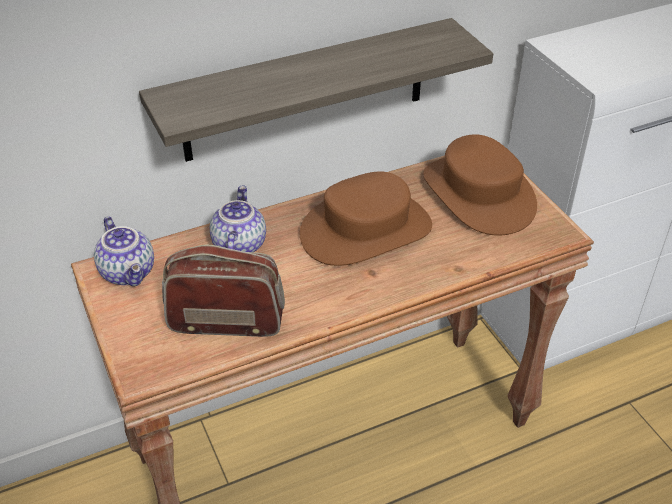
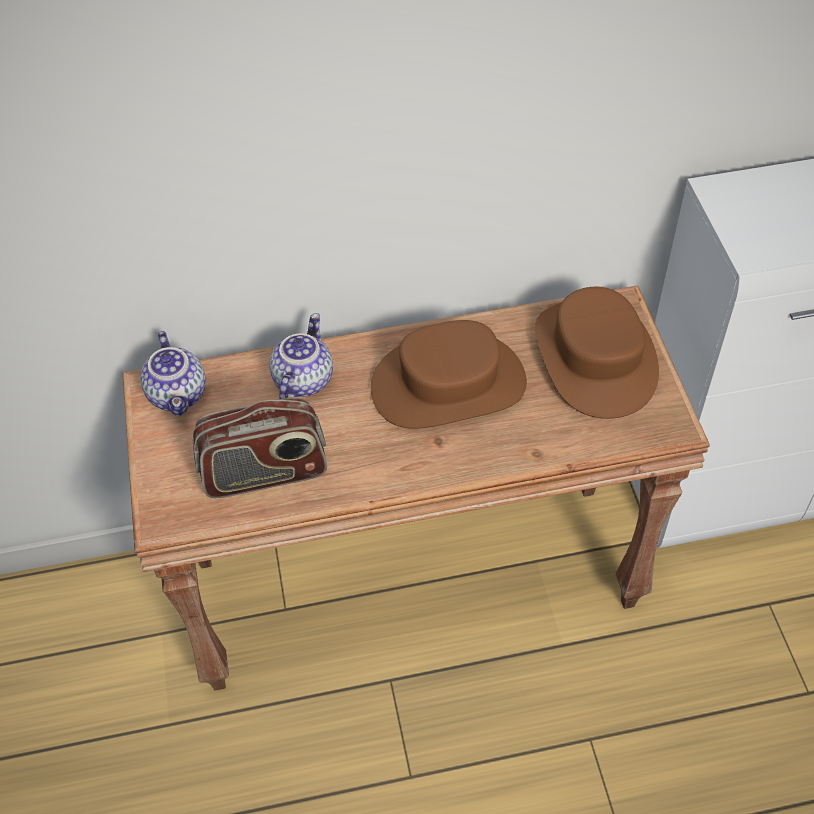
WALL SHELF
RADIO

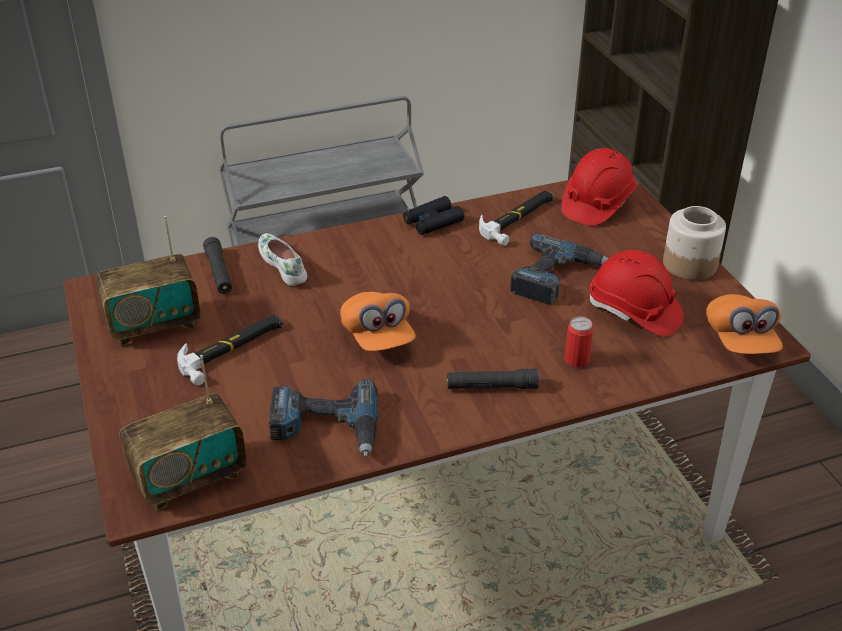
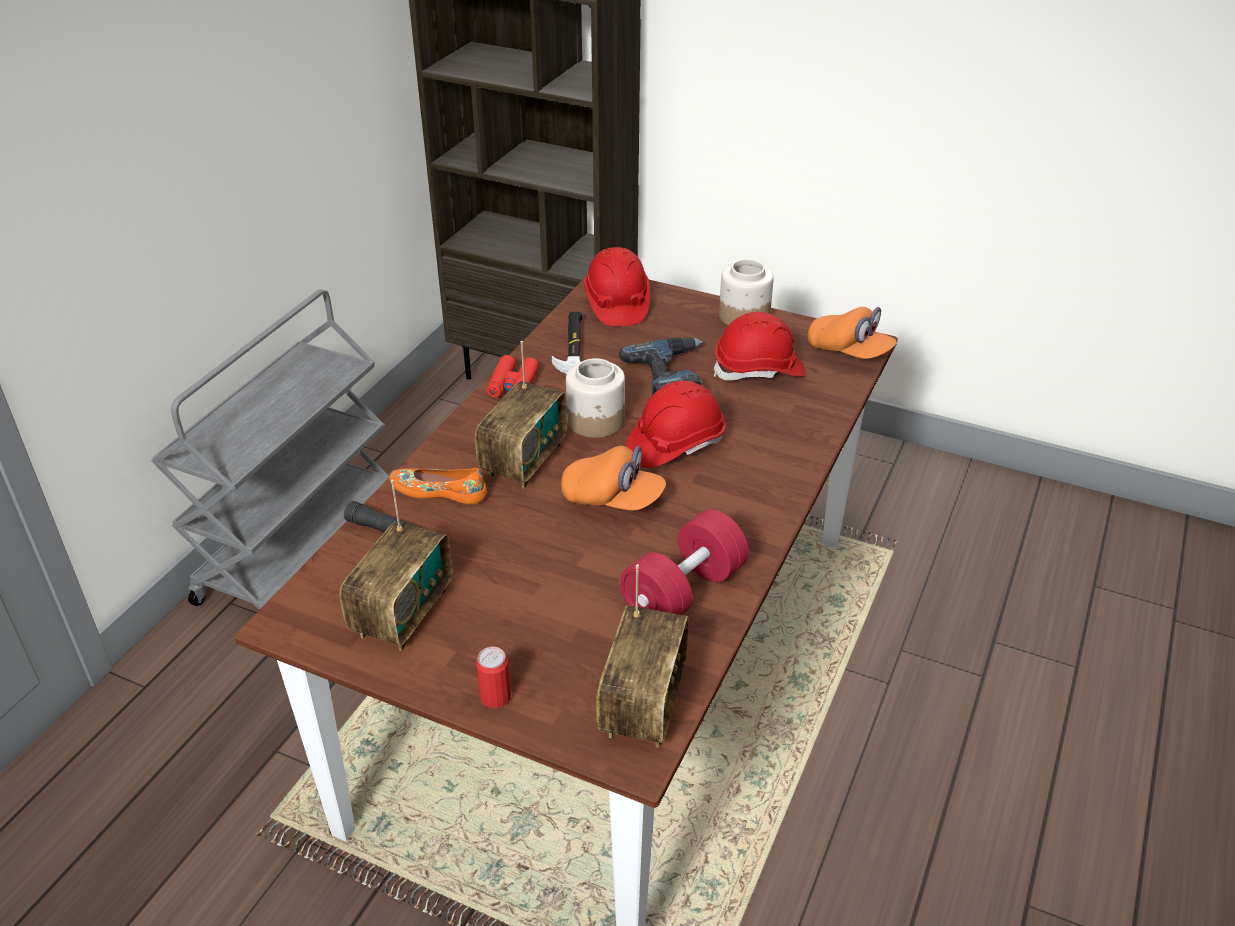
RED-COLOURED FIELD GLASSES
ORANGEY LOW SHOE
TOOL HAMMER (1st from left in the first image)
SEALED CAN
BLACKISH HAND TORCH (2nd from left in the first image)
RED-COLOURED HAND WEIGHT
RADIO (2nd from left)
JAR (1st from left)
RED-COLOURED WORK HELMET (2nd from left)

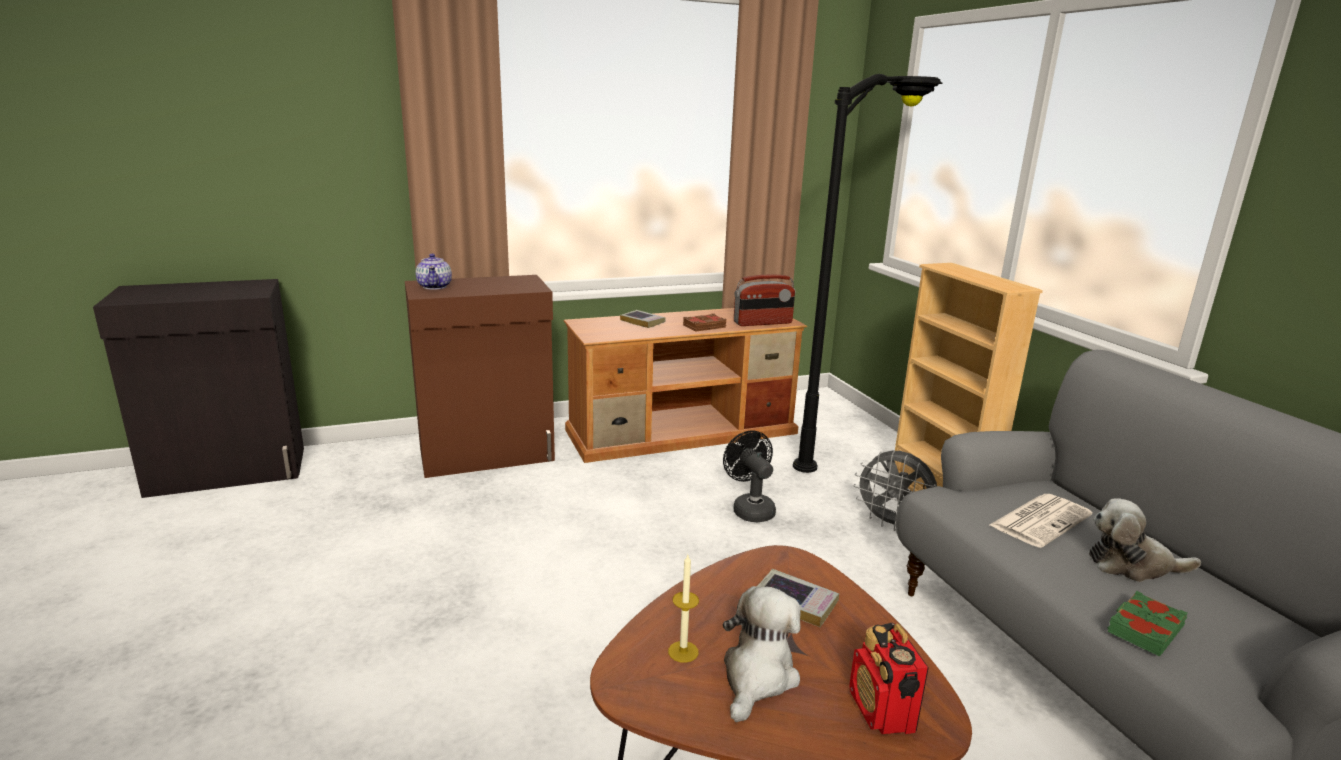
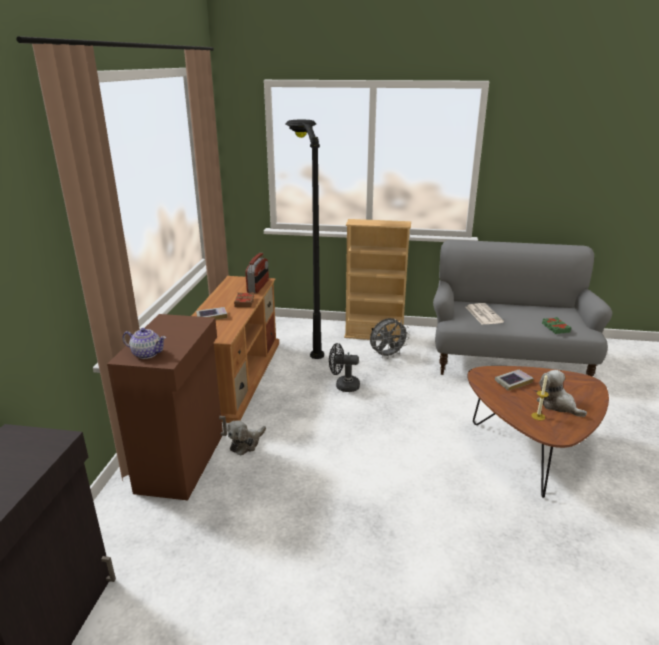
CUDDLY TOY (1st from left)
RADIO (2nd from left in the first image)

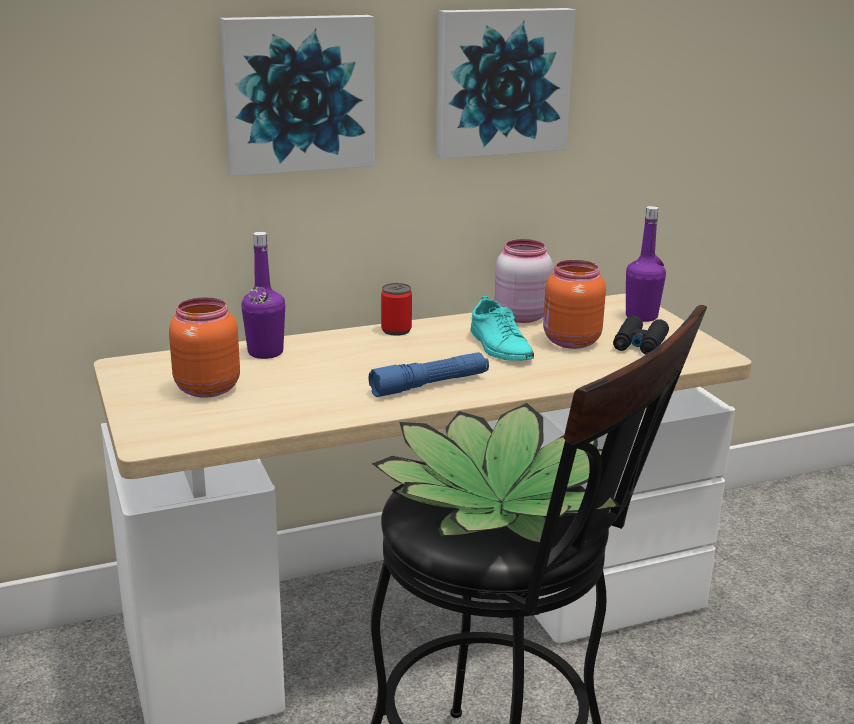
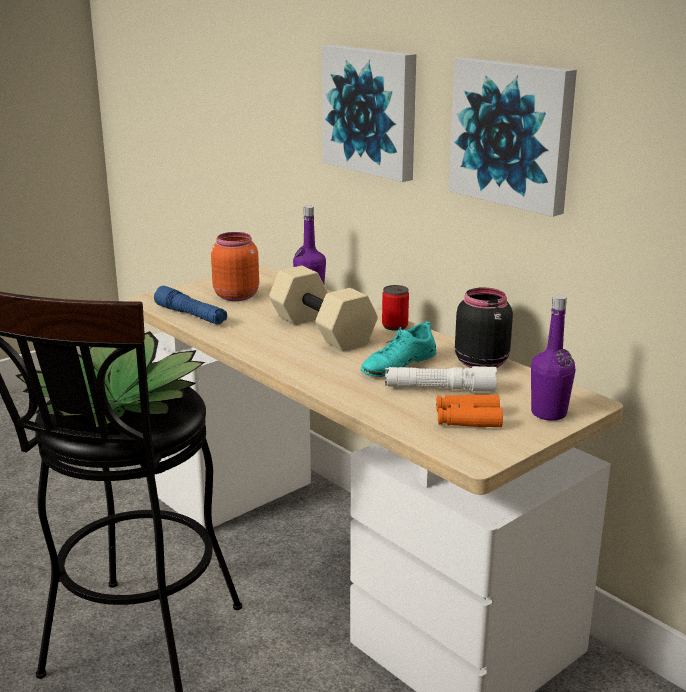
BLACKISH JAR
WHITISH HAND TORCH
ORANGEY FIELD GLASSES
BLUISH HAND TORCH
BEIGE HAND WEIGHT

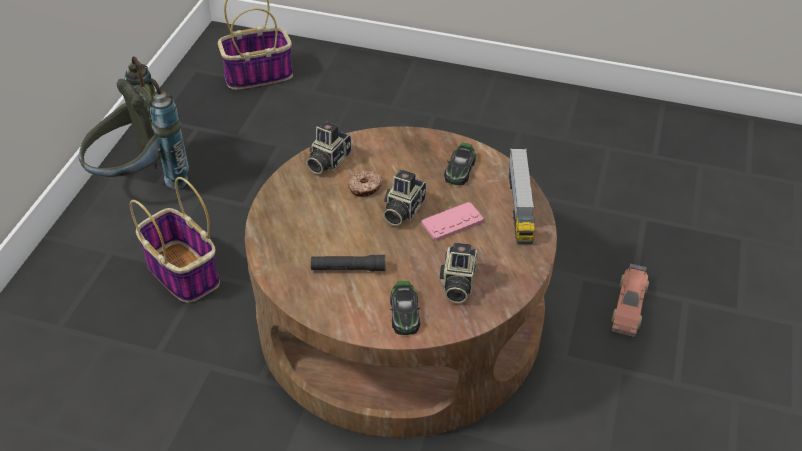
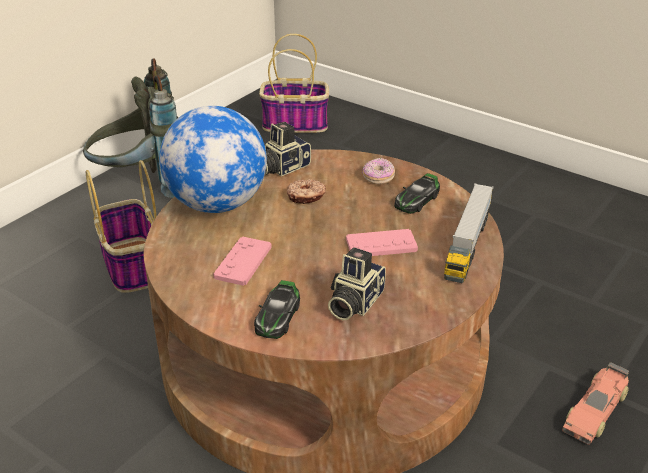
STILL CAMERA (2nd from left in the first image)
PINK GAME CONTROLLER (1st from left)
DESK GLOBE
DONUT (2nd from left)

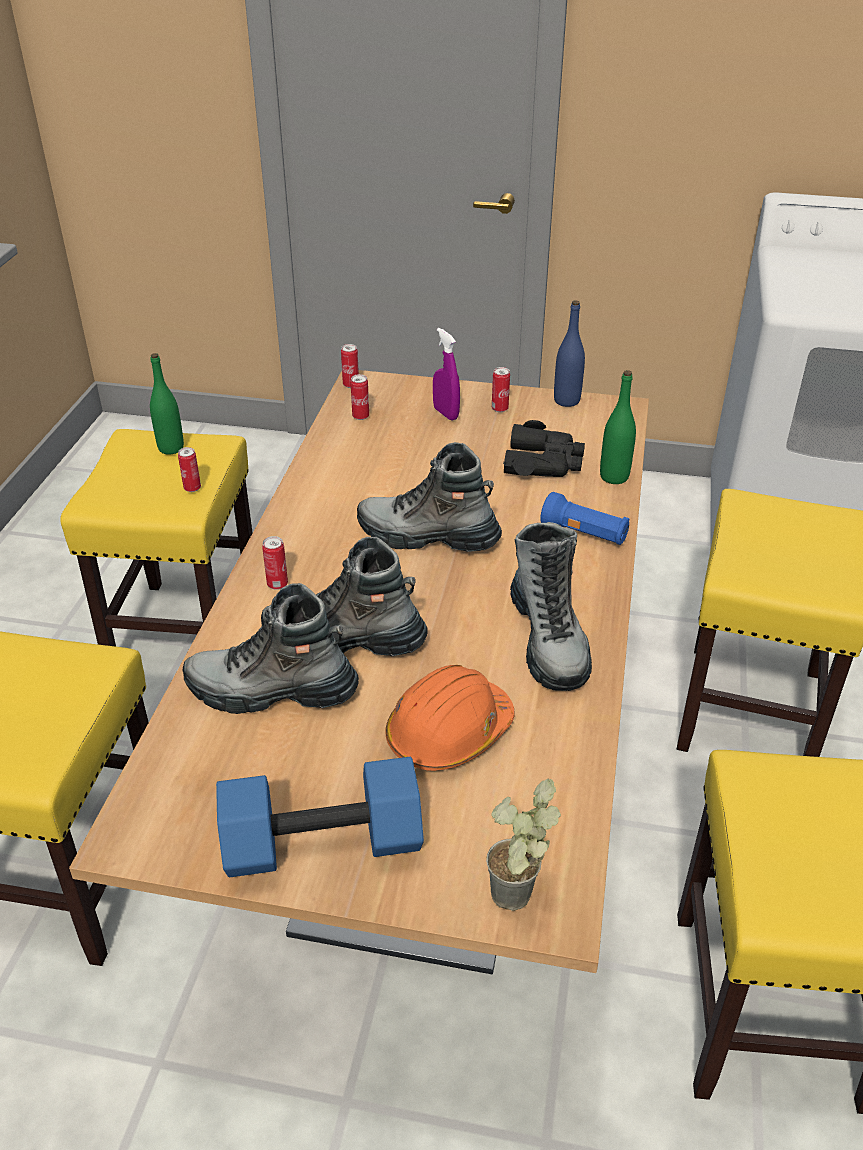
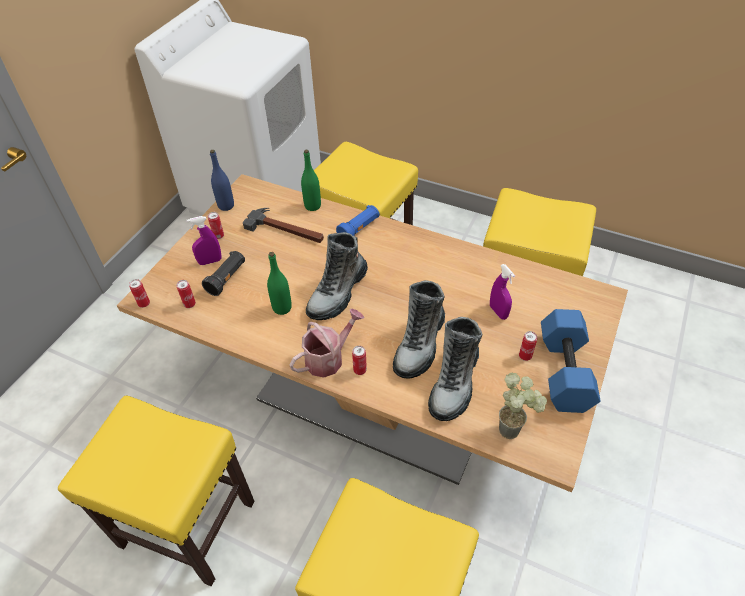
GREENISH DRINK BOTTLE (1st from left)
TOOL HAMMER
SEALED CAN (5th from left)
HIGH-TOP BOOT (4th from left in the first image)
PURPLE SPRAY BOTTLE (2nd from left)
HOUSEPLANT
BLACKISH HAND TORCH
WATERING CAN

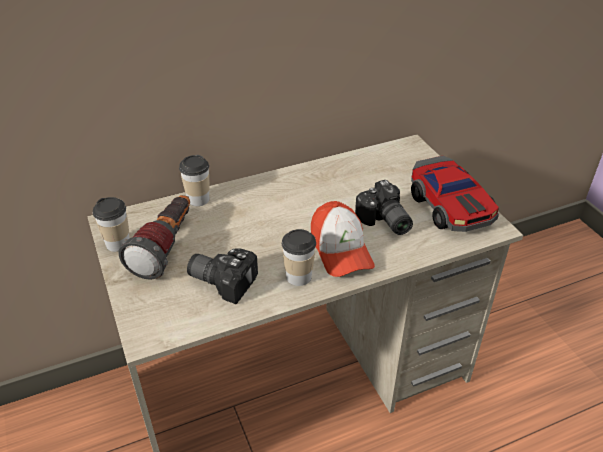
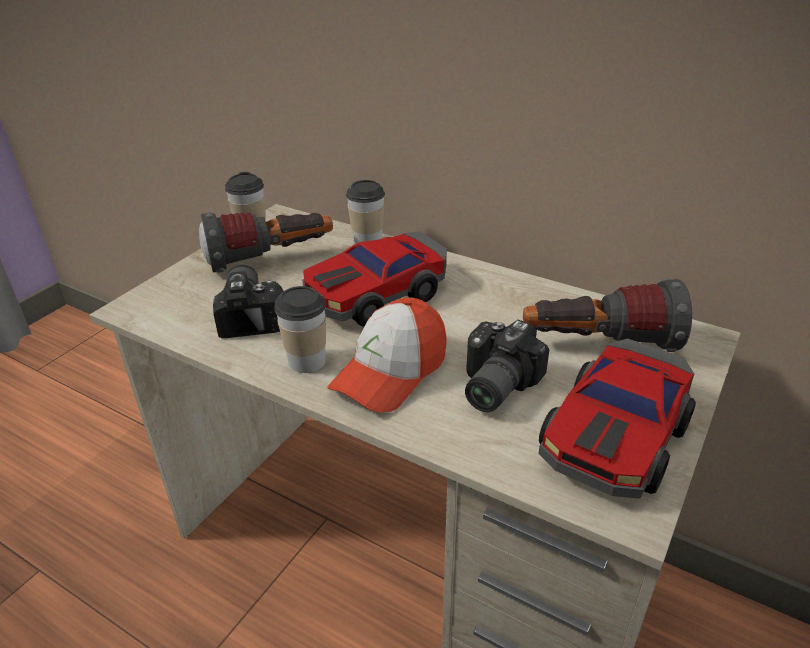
MINIATURE CAR (1st from left)
HAND TORCH (2nd from left)

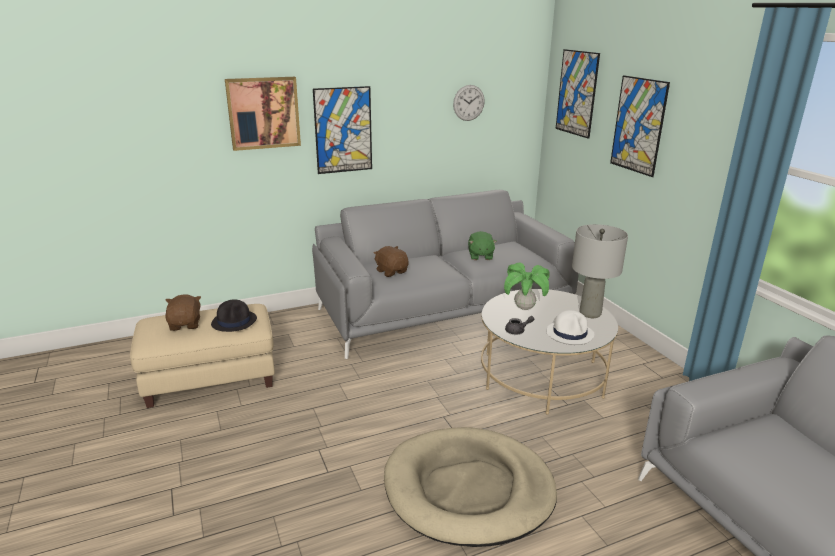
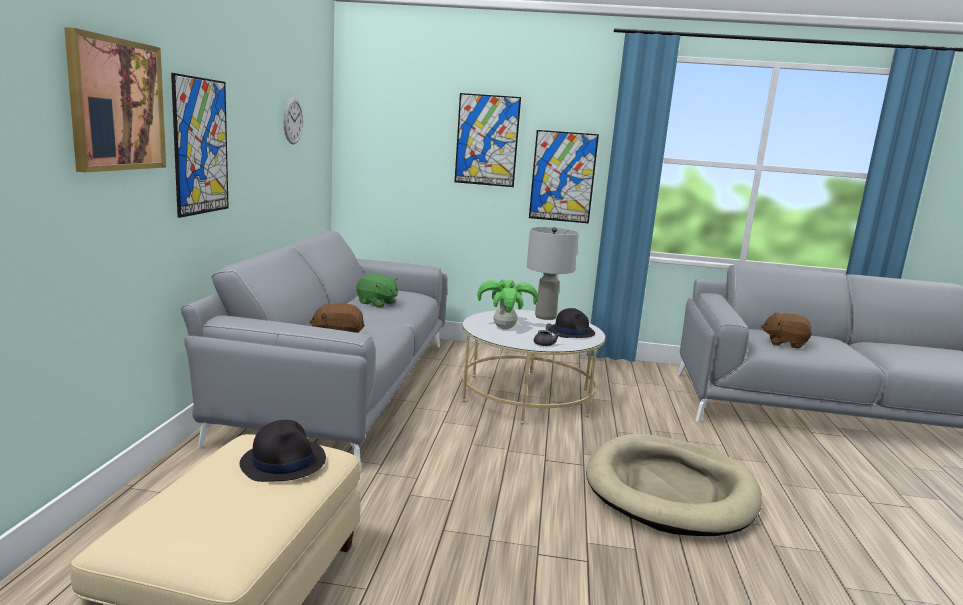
WALL ART (4th from left)
BROWN-COLOURED CUDDLY TOY (2nd from left)
BLACKISH WEARABLE HAT (2nd from left)

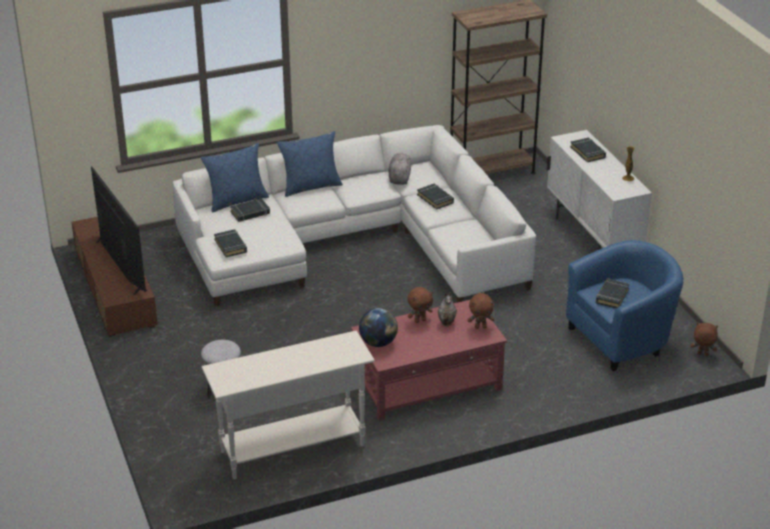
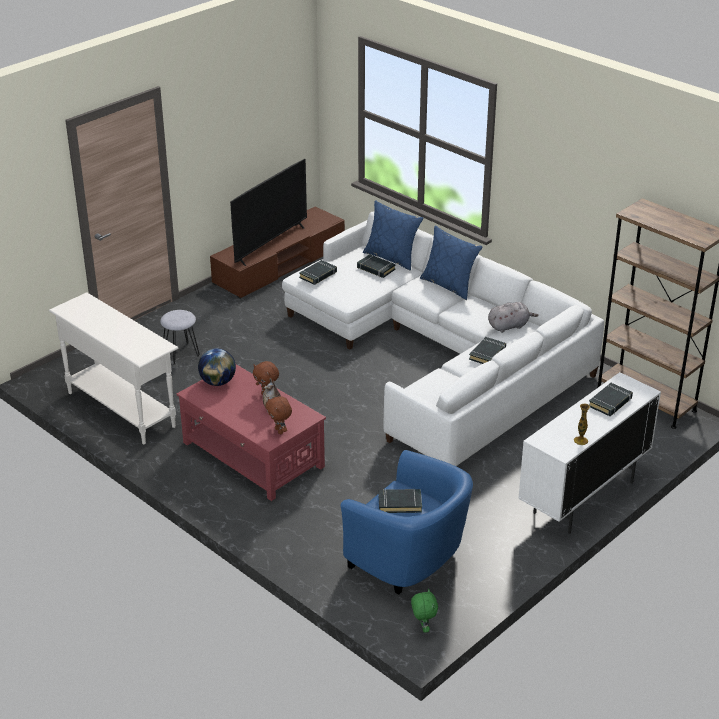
GREENISH CUDDLY TOY

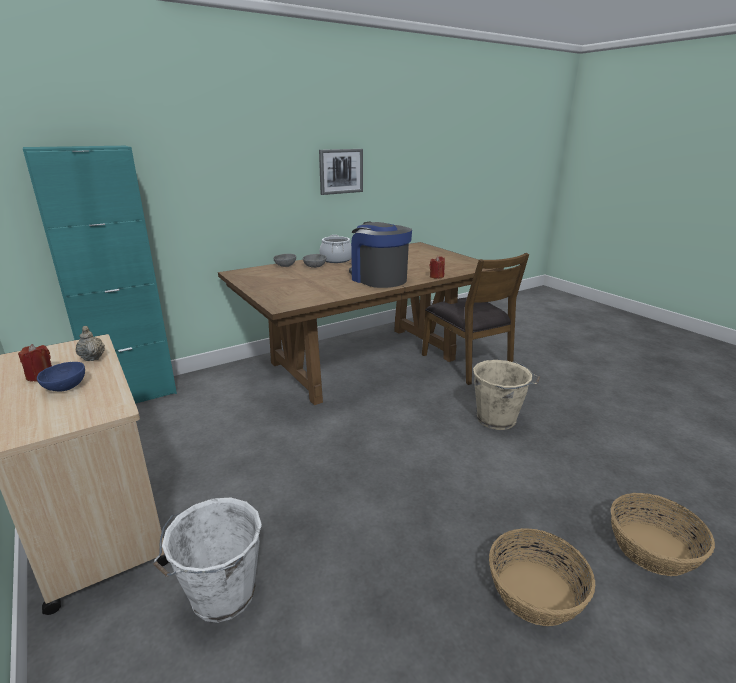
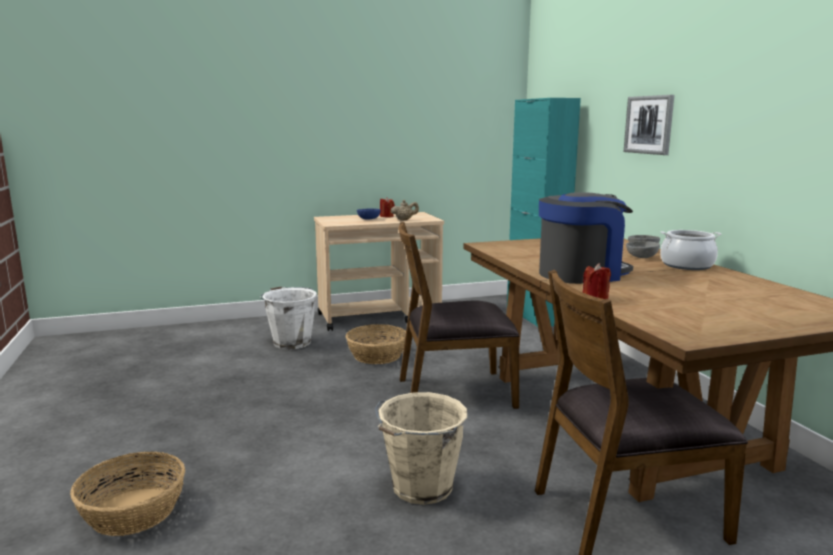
WALL ART
BASKET (2nd from left)
BROWN-COLOURED PLAIN CHAIR (1st from left)

